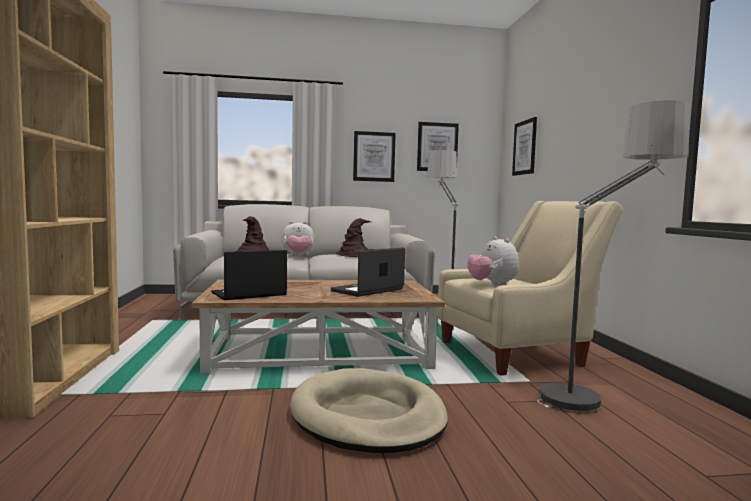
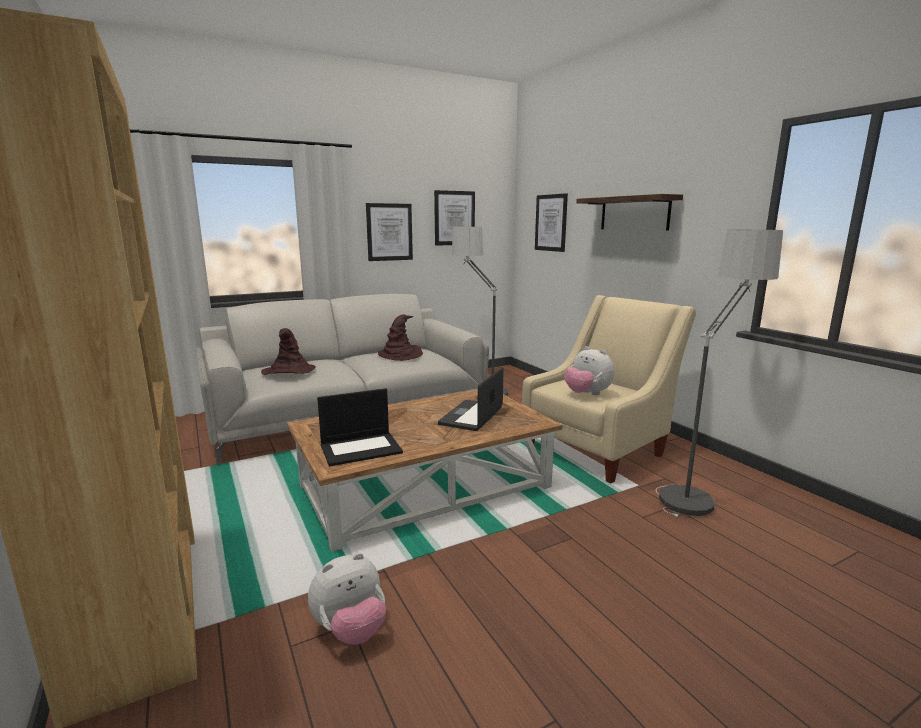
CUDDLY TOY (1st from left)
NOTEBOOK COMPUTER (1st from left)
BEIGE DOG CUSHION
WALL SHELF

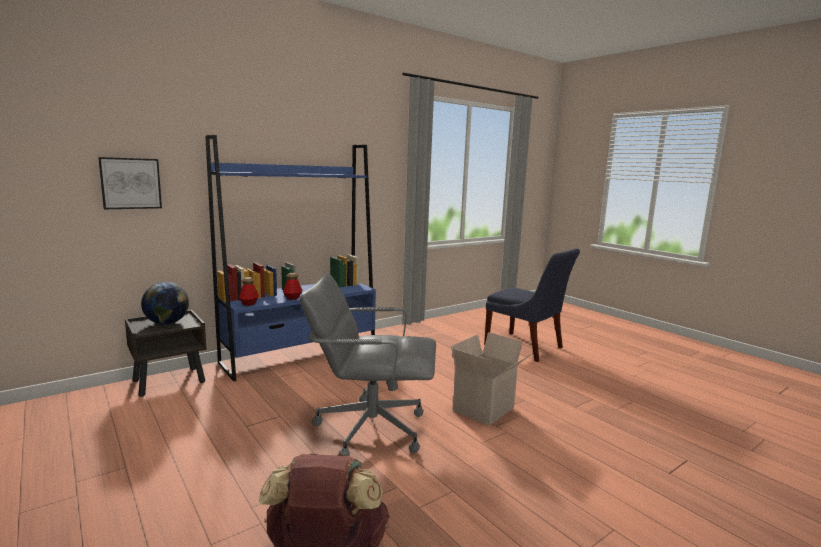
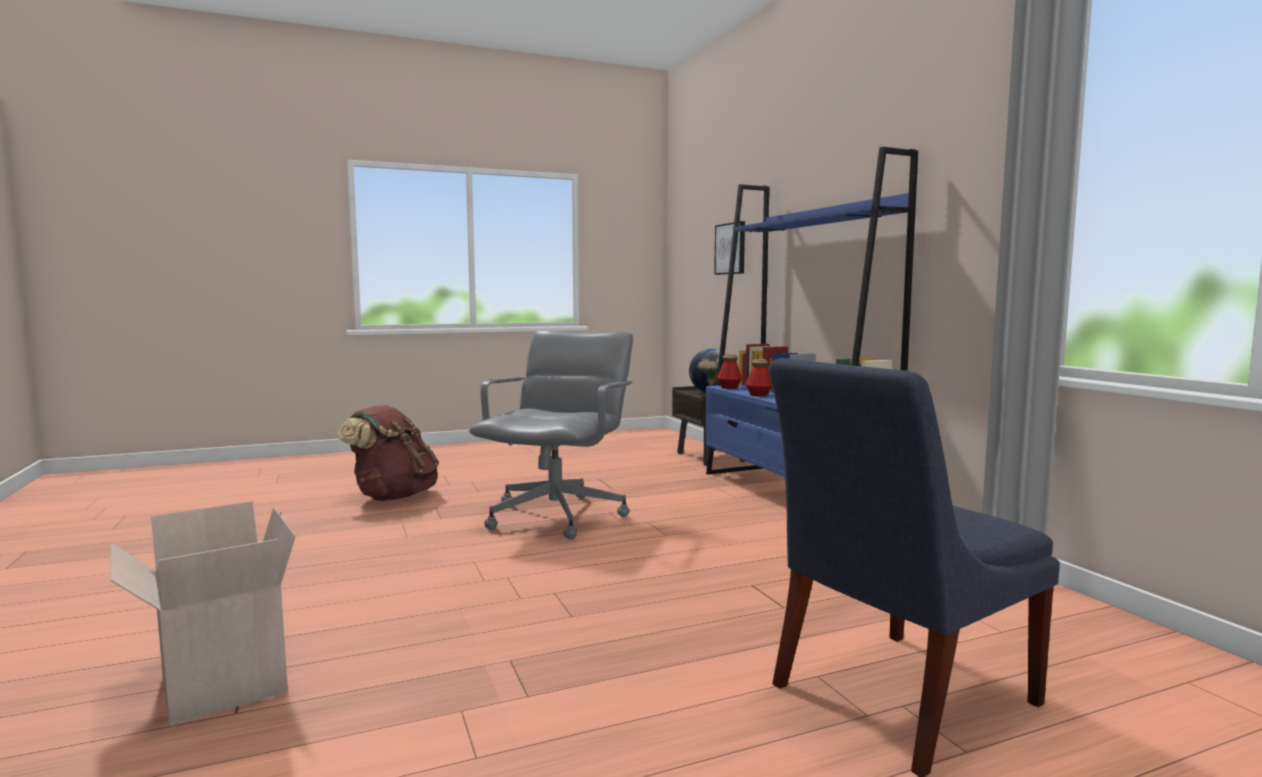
CARTON

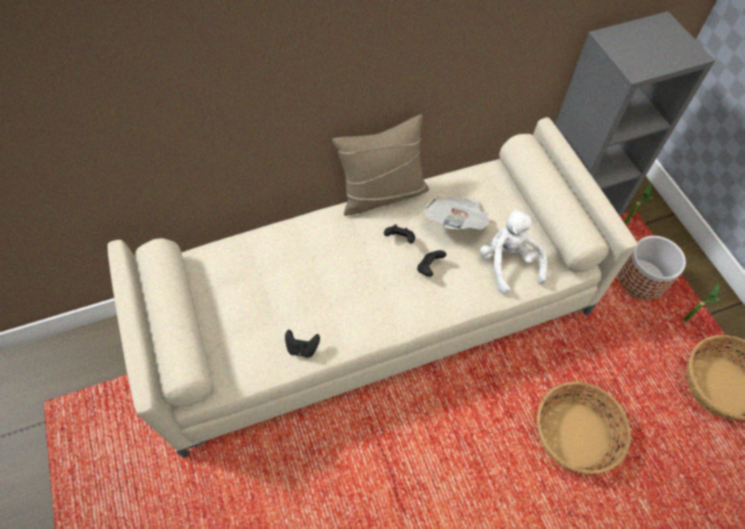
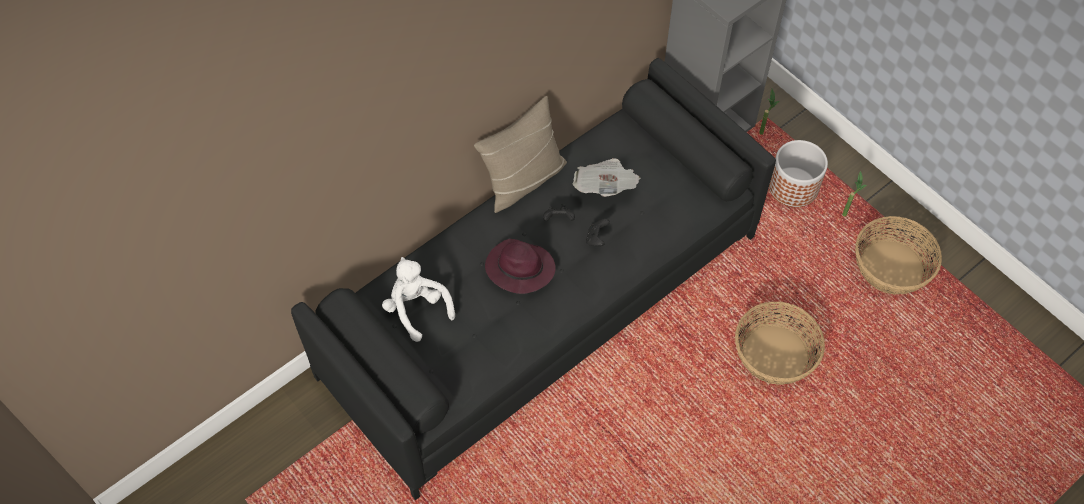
BLACKISH SETTEE
WHITISH CUDDLY TOY
BLACKISH GAME CONTROLLER (1st from left in the first image)
PURPLE WEARABLE HAT

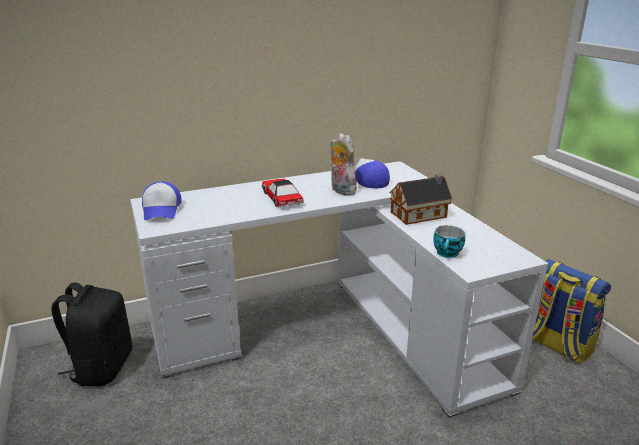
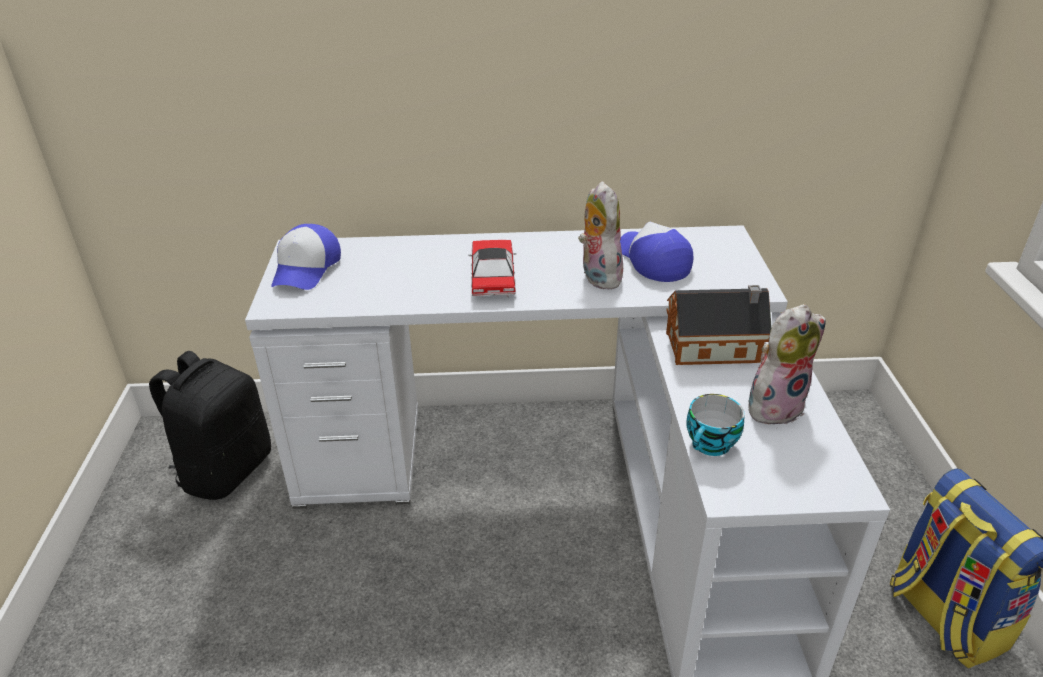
CUDDLY TOY (2nd from left)

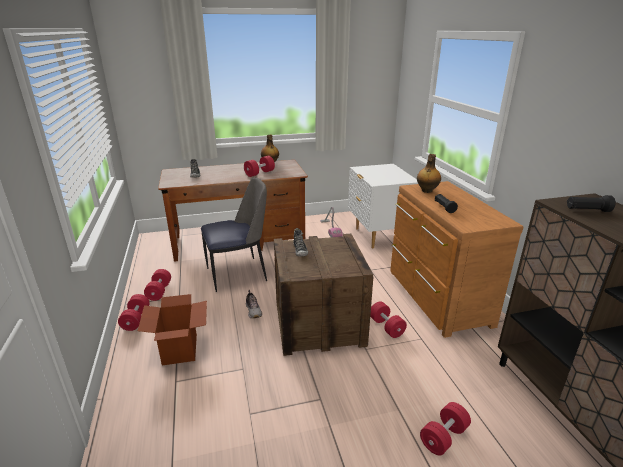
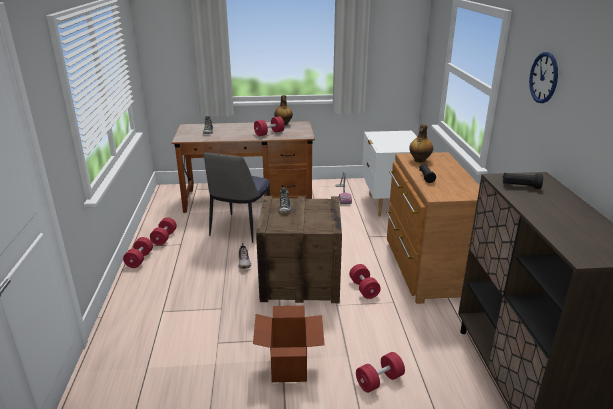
PLAIN CHAIR
CARTON
HANGING CLOCK

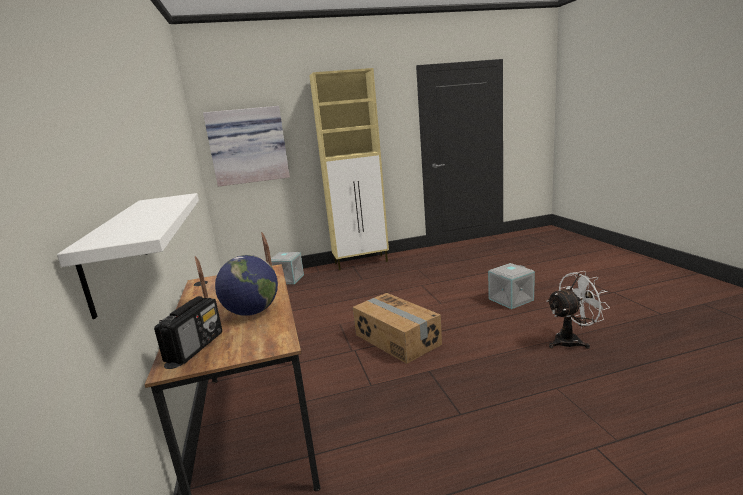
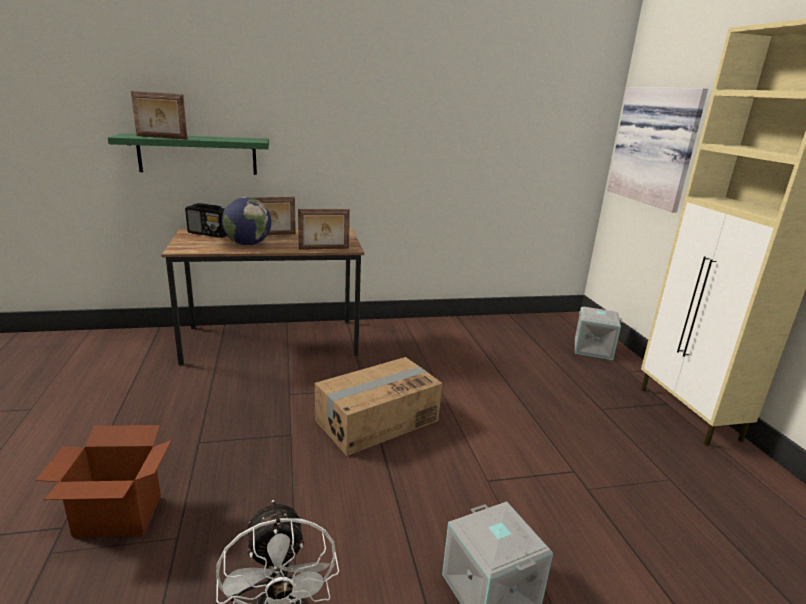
GREENISH WALL SHELF
PICTURE FRAME (1st from left)
CARTON (1st from left)

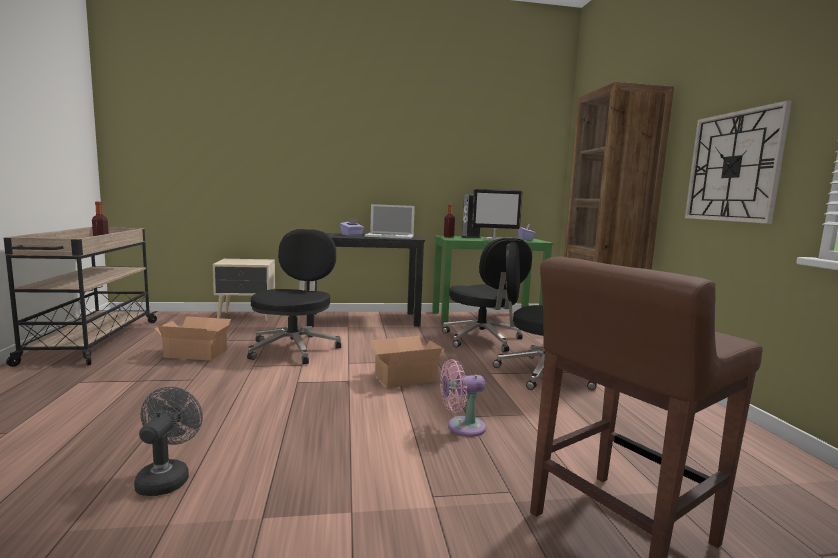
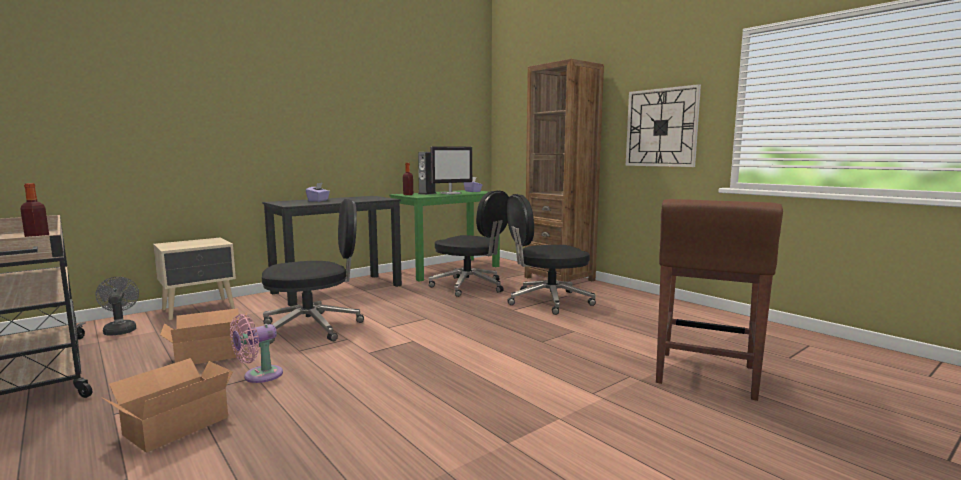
NOTEBOOK COMPUTER
BLACKISH OFFICE CHAIR (1st from left)
CARTON (1st from left)
PINK COOLING FAN
GRAY COOLING FAN

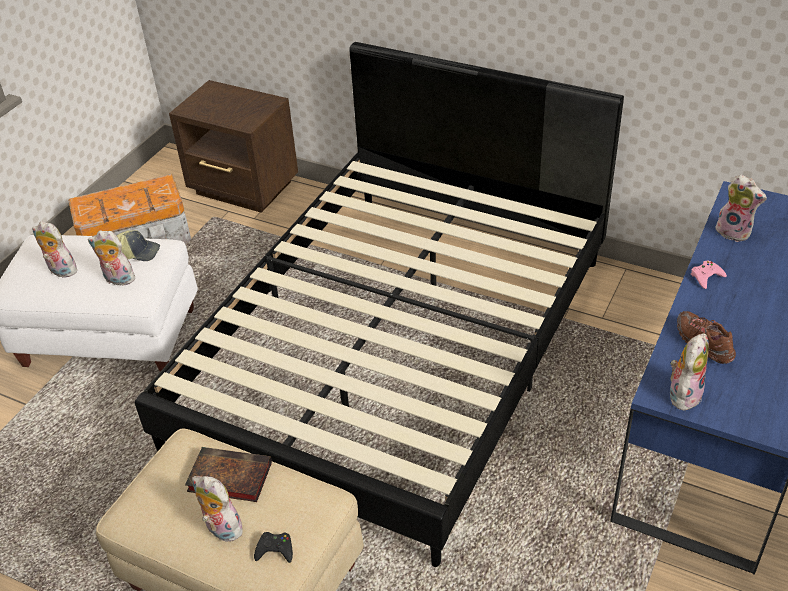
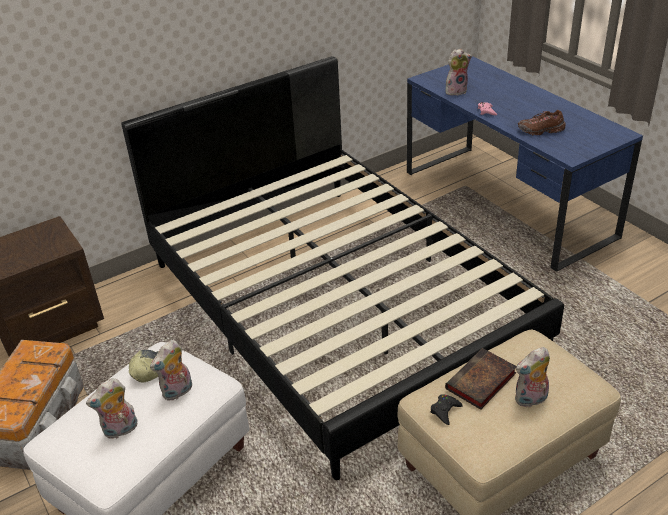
CUDDLY TOY (4th from left in the first image)
BLACKISH GAME CONTROLLER

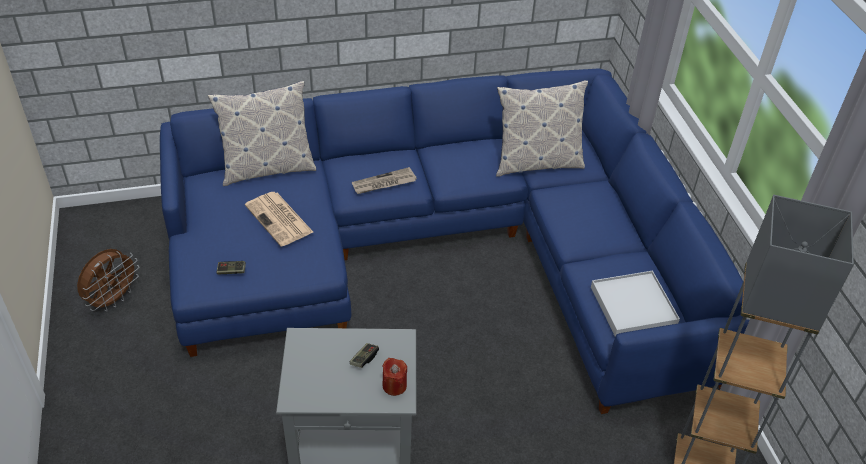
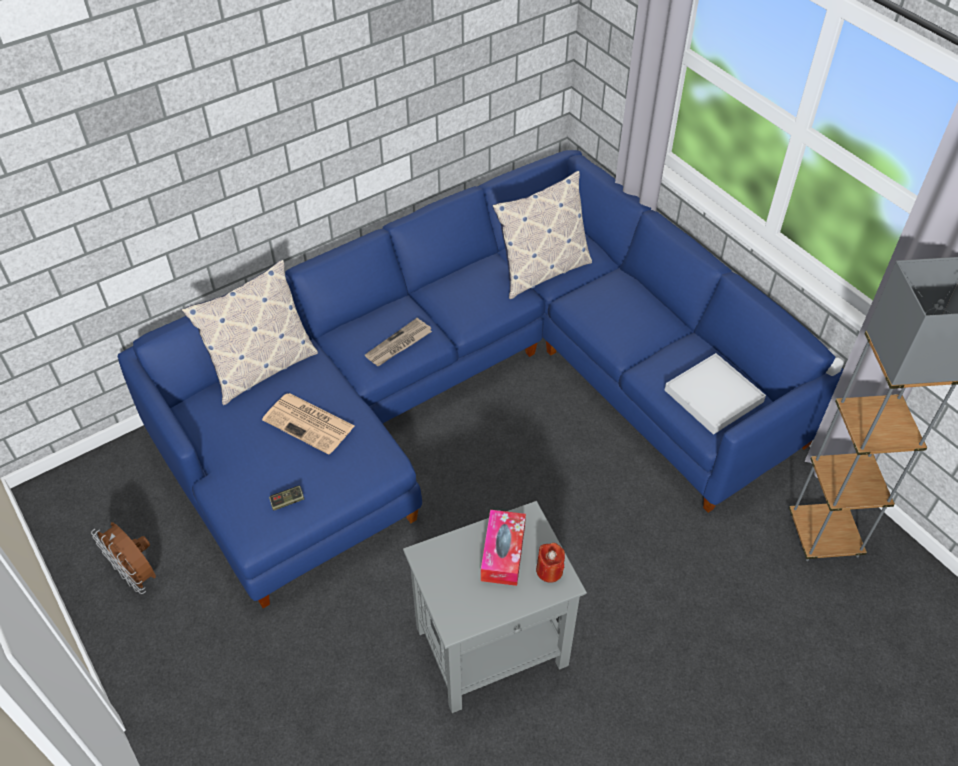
BROWN-COLOURED COOLING FAN
TISSUE HOLDER

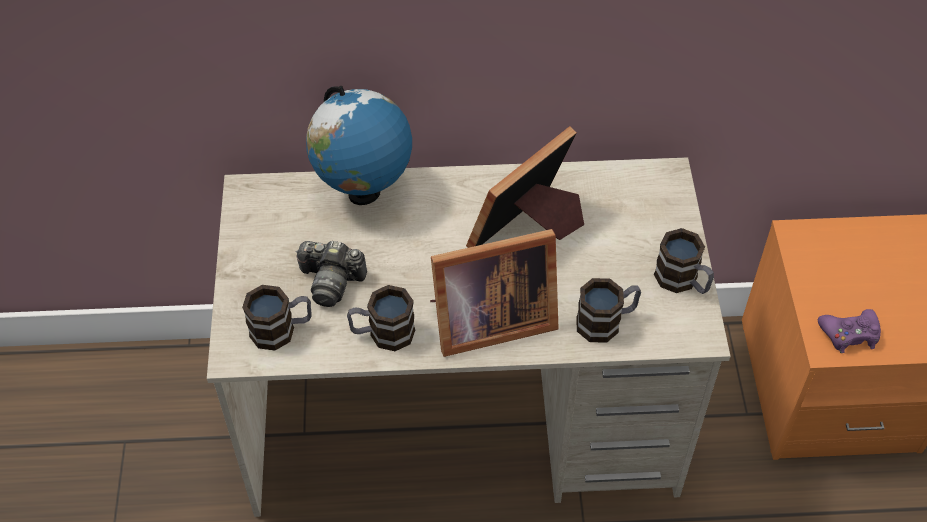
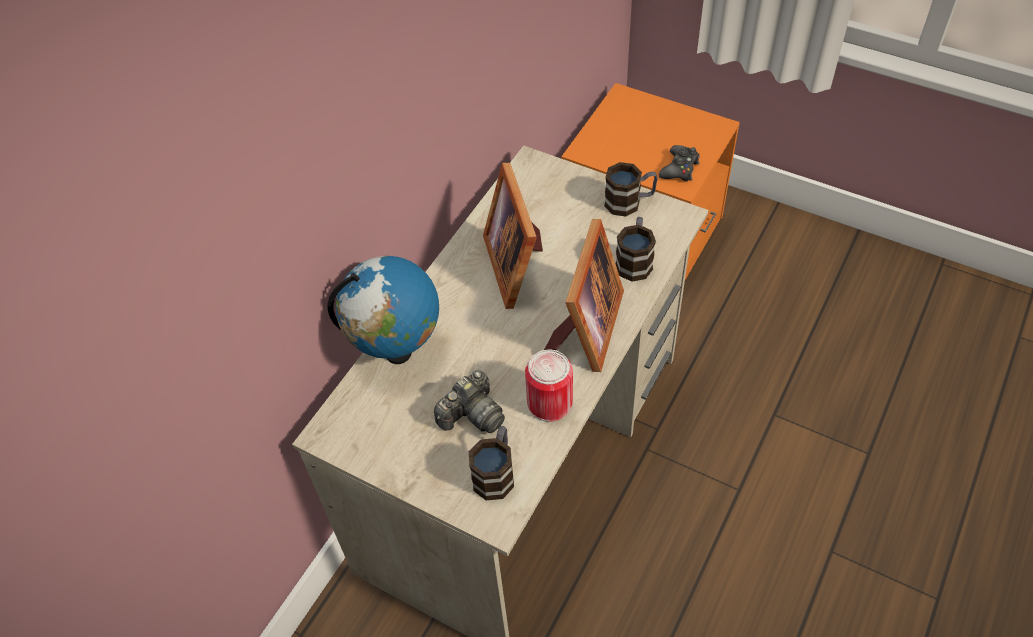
SEALED CAN
BLACKISH GAME CONTROLLER

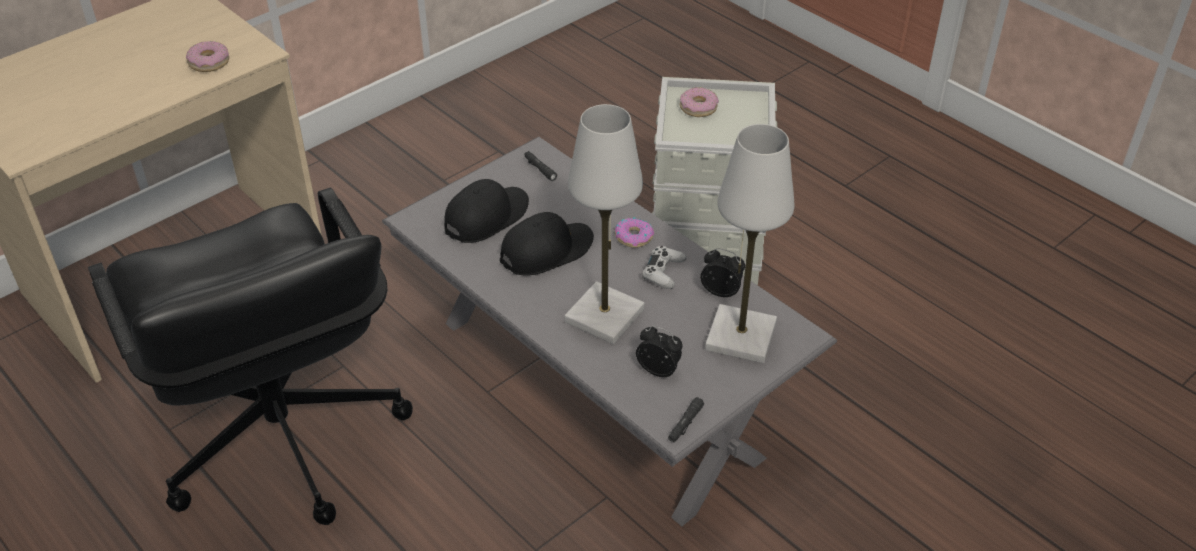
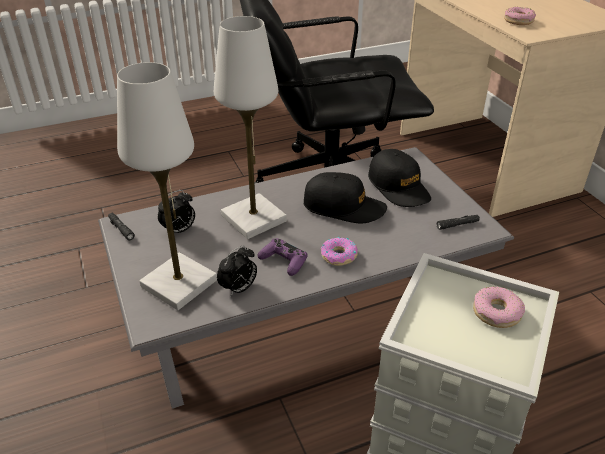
BLACKISH BASEBALL CAP (1st from left)
PURPLE GAME CONTROLLER

